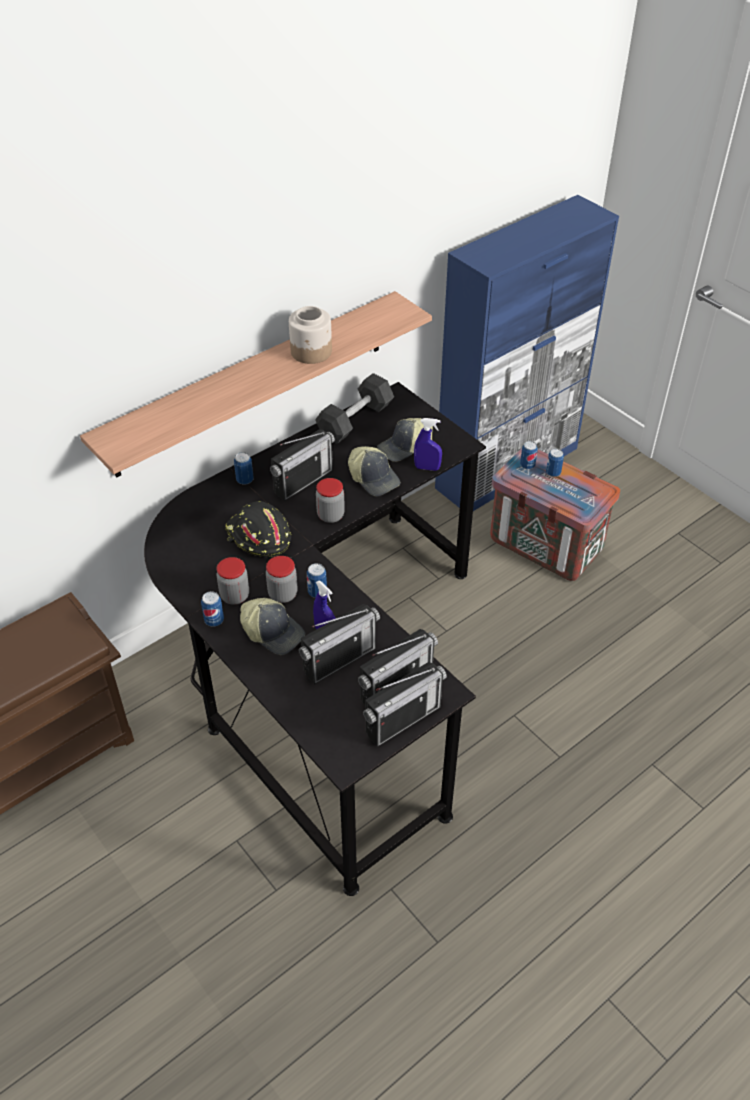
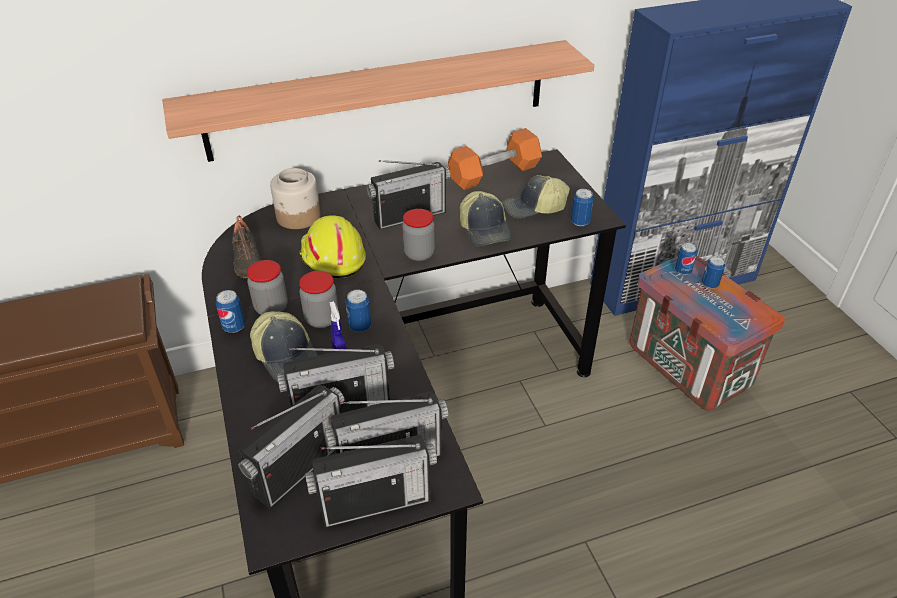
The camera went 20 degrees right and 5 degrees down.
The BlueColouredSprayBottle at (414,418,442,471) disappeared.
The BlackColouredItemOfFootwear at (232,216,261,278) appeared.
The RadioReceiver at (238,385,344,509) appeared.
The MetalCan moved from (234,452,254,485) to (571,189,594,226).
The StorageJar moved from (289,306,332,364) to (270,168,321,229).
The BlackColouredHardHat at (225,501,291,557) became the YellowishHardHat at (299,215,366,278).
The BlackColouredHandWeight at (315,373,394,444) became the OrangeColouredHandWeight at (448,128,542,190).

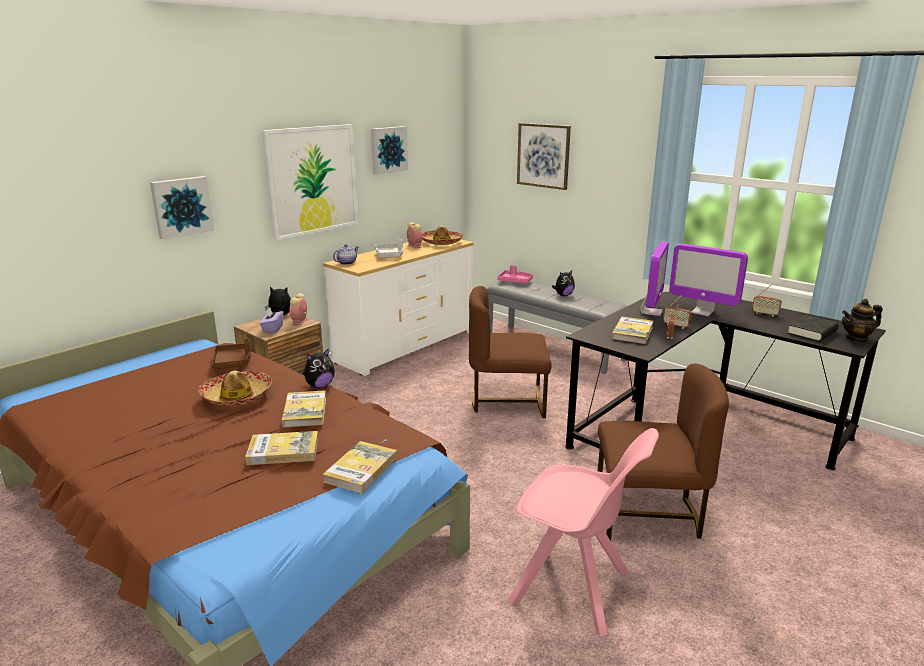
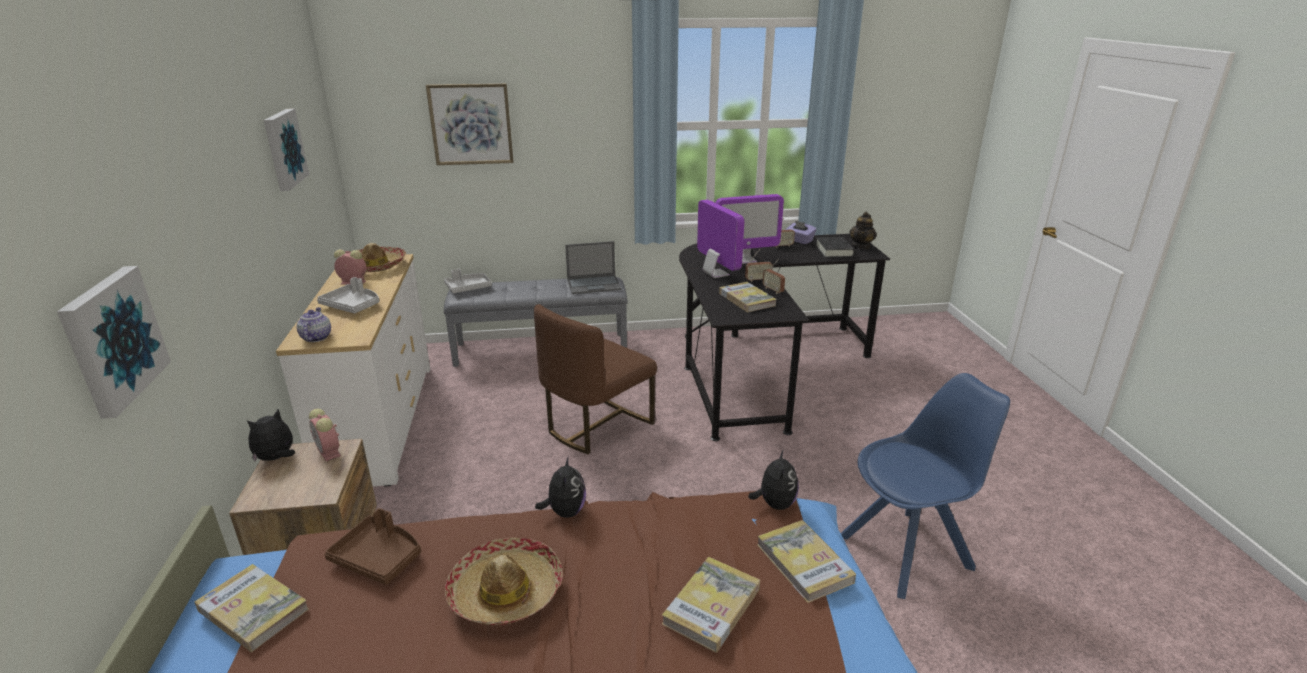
The camera went 50 degrees left and 5 degrees up.
The WallPicture at (262,124,358,241) disappeared.
The BrownishPlainChair at (598,364,729,541) disappeared.
The Laptop at (565,241,622,294) appeared.
The PurpleTissueHolder moved from (260,308,284,333) to (785,220,816,244).
The Book moved from (282,390,326,428) to (195,564,309,652).
The SoftToy moved from (552,270,575,296) to (748,449,799,510).
The PinkColouredServingTray at (497,265,533,283) became the GrayServingTray at (444,269,492,293).
The PinkColouredPlainChair at (508,428,659,636) became the BlueColouredPlainChair at (841,373,1010,599).

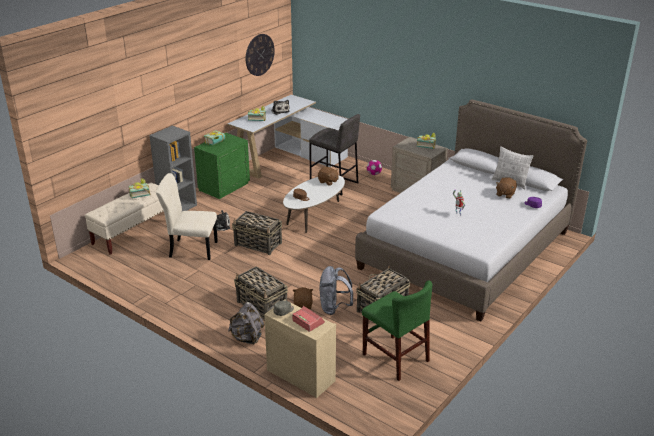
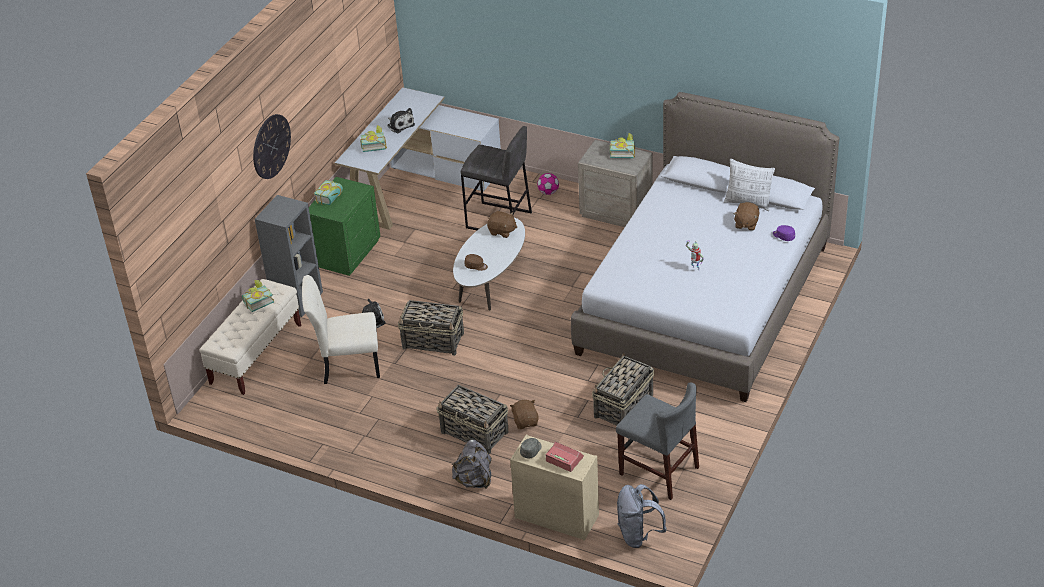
The camera went 10 degrees left and 10 degrees up.
The HangingClock moved from (246,34,275,76) to (253,114,291,179).
The GrayKnapsack moved from (320,266,353,315) to (617,484,667,548).
The GreenishPlainChair at (362,281,432,381) became the GrayPlainChair at (616,382,699,500).

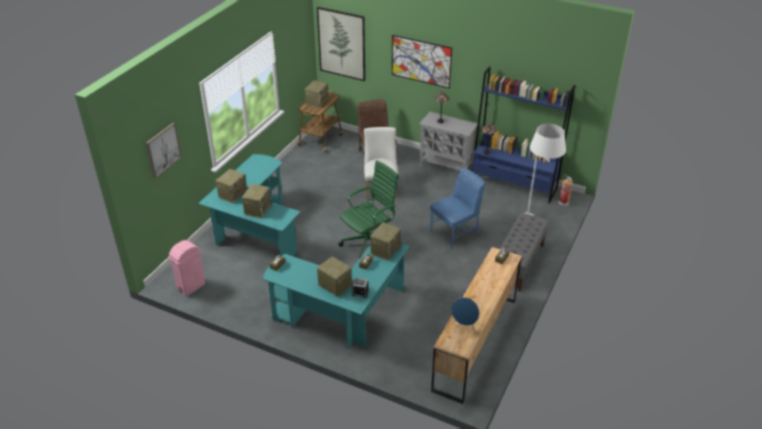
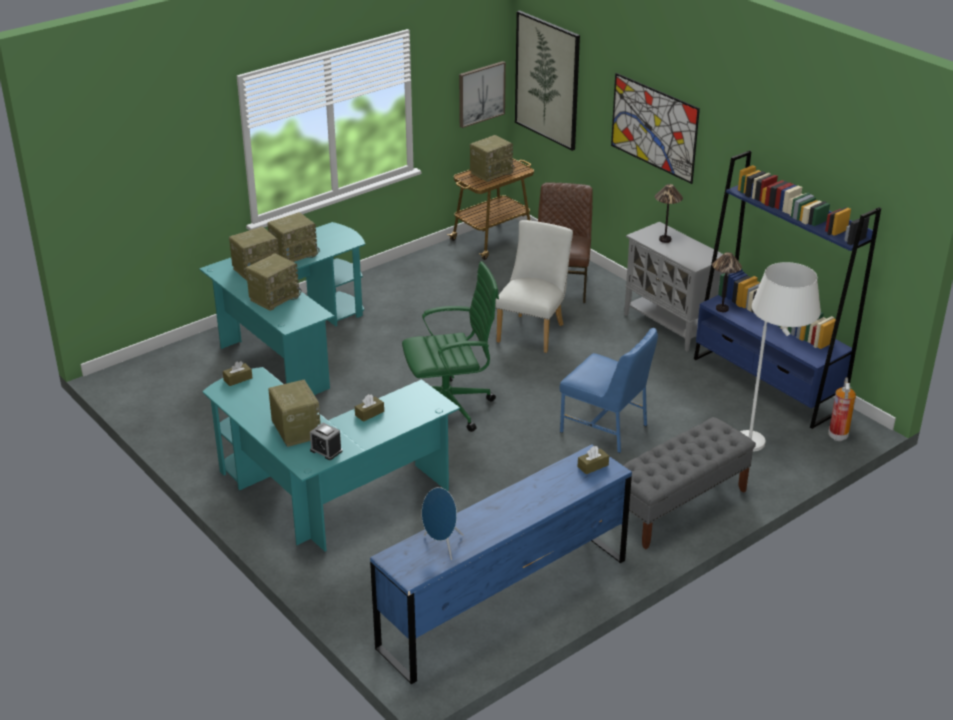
The camera went 25 degrees right and 5 degrees down.
The PinkColouredWasteBin at (168,240,206,296) disappeared.
The WallPicture moved from (146,123,182,178) to (459,61,506,128).
The RadioReceiver moved from (370,222,402,261) to (268,212,320,262).
The BrownishDrawerChest at (431,247,522,404) became the BlueColouredDrawerChest at (370,444,632,684).
The BlueColouredPlainChair at (430,168,485,248) turned 45 degrees clockwise.

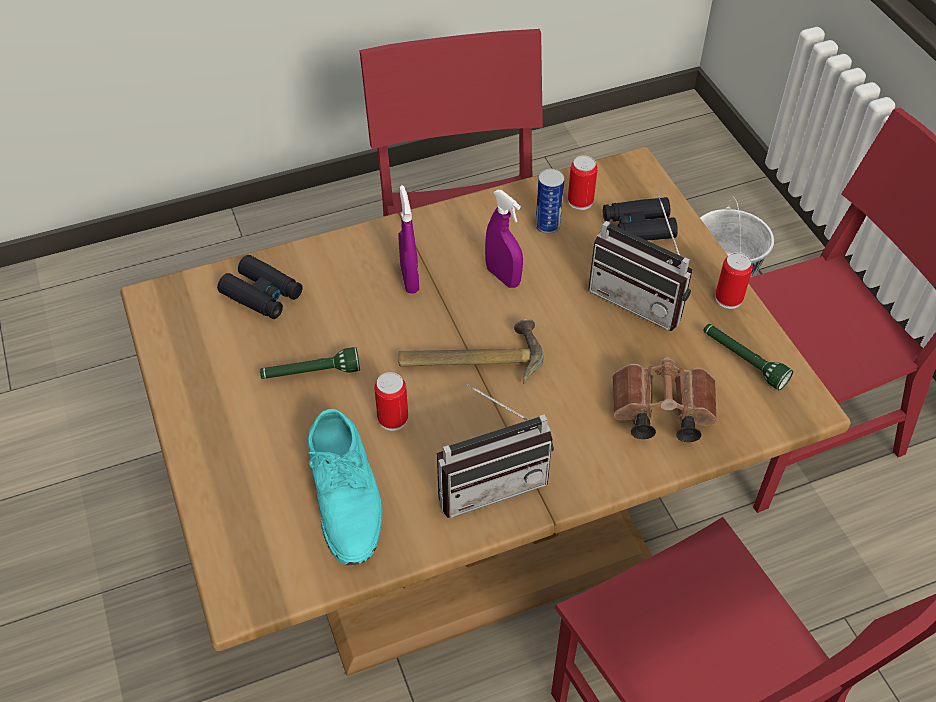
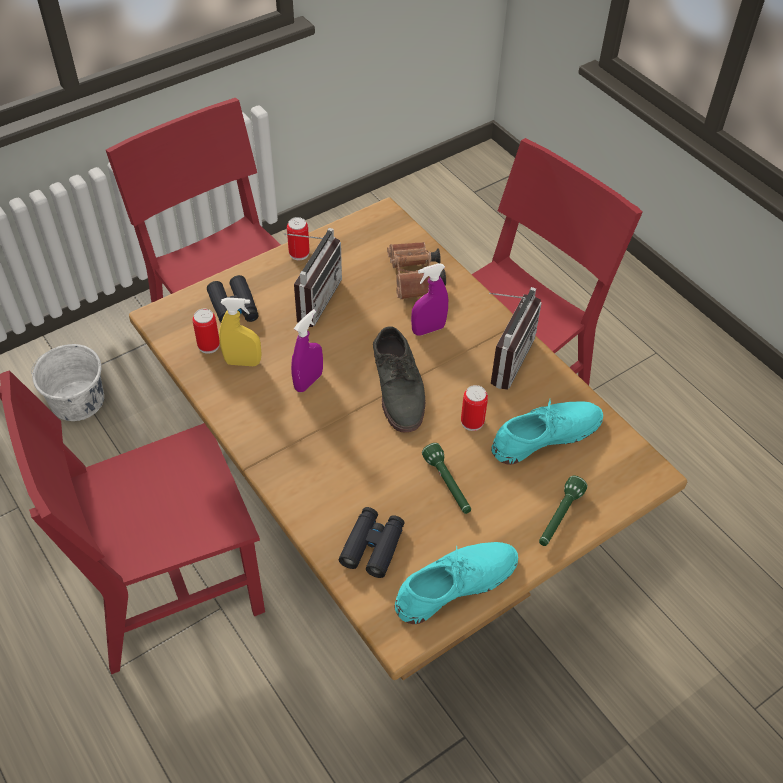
The camera went 105 degrees left and 0 degrees up.
The TurquoiseItemOfFootwear at (394,542,518,624) appeared.
The PurpleSprayBottle moved from (399,185,419,294) to (411,263,448,336).
The GreenishHandTorch moved from (703,324,793,390) to (539,476,587,546).
The HandHammer at (398,319,544,384) was replaced by the GrayItemOfFootwear at (373,326,425,432).
The MetalCan at (535,169,565,234) was replaced by the YellowishSprayBottle at (219,297,261,366).
The RadioReceiver at (437,384,554,518) turned 60 degrees clockwise.

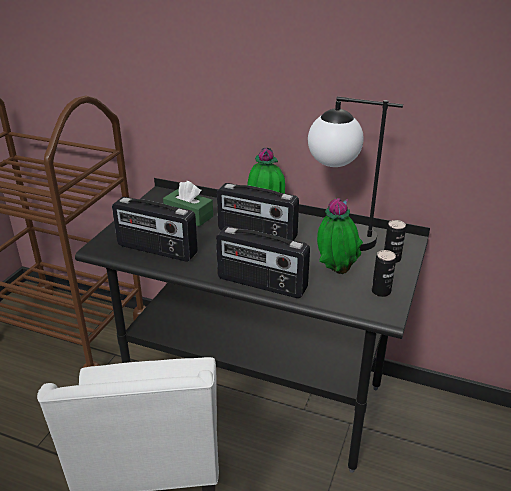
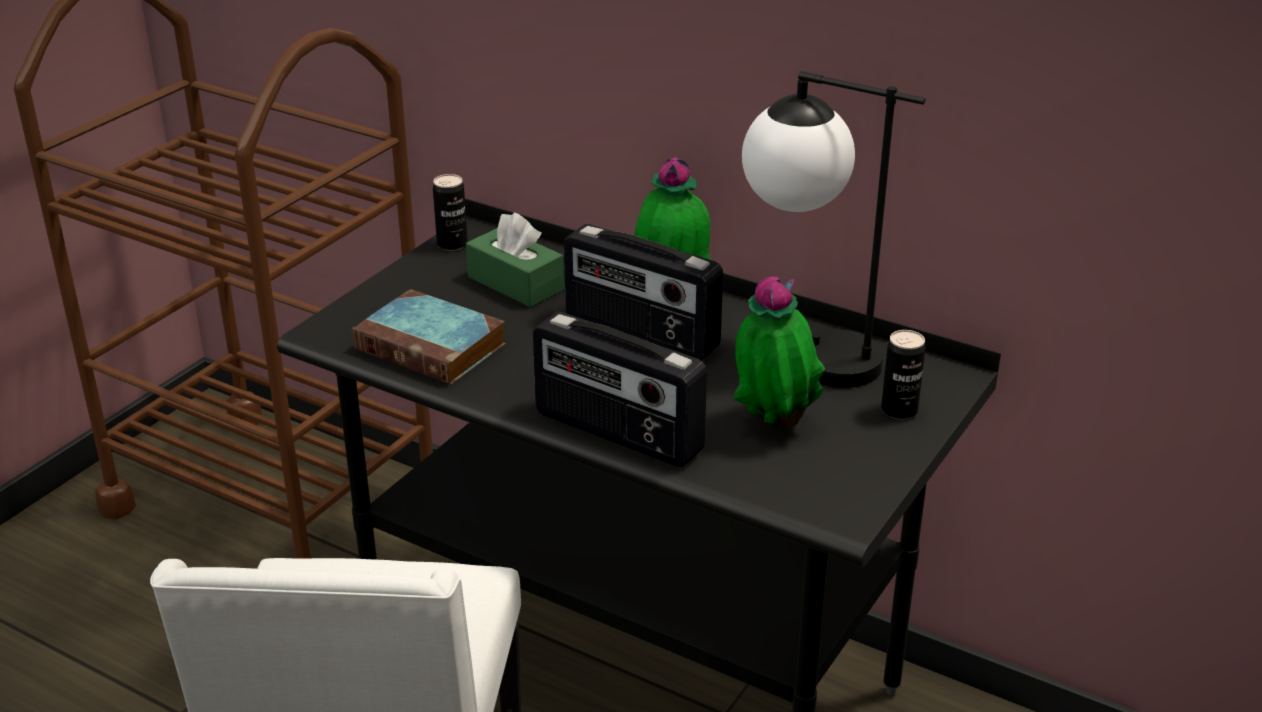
The camera went 10 degrees right and 0 degrees up.
The MetalCan moved from (372,250,396,297) to (433,174,468,251).
The RadioReceiver at (112,197,198,262) was replaced by the Book at (352,289,506,385).

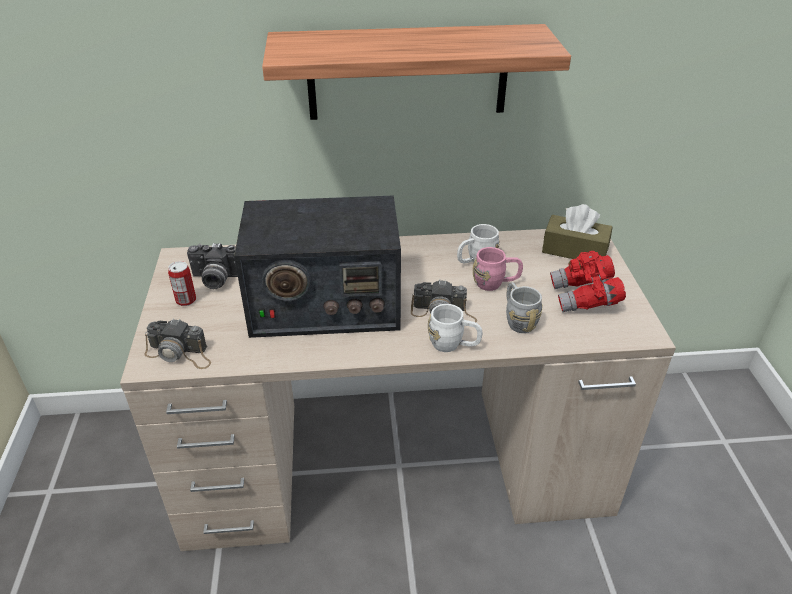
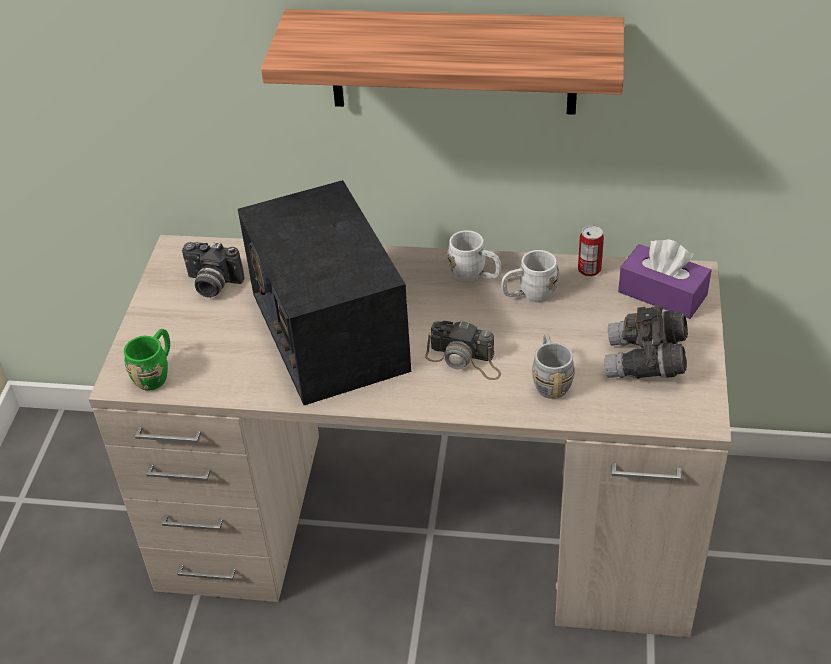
The camera went 15 degrees right and 5 degrees up.
The PinkColouredMug at (473,247,523,291) disappeared.
The MetalCan moved from (168,261,196,306) to (578,225,604,277).
The WhiteColouredMug moved from (428,304,482,352) to (447,230,501,282).
The PhotoCamera at (144,318,211,369) was replaced by the GreenishMug at (124,329,170,391).
The BrownishTissueHolder at (542,204,613,259) became the PurpleTissueHolder at (618,239,712,319).
The RedColouredPairOfBinoculars at (550,251,626,312) became the GrayPairOfBinoculars at (605,305,688,379).
The RadioReceiver at (234,195,401,338) turned 60 degrees clockwise.

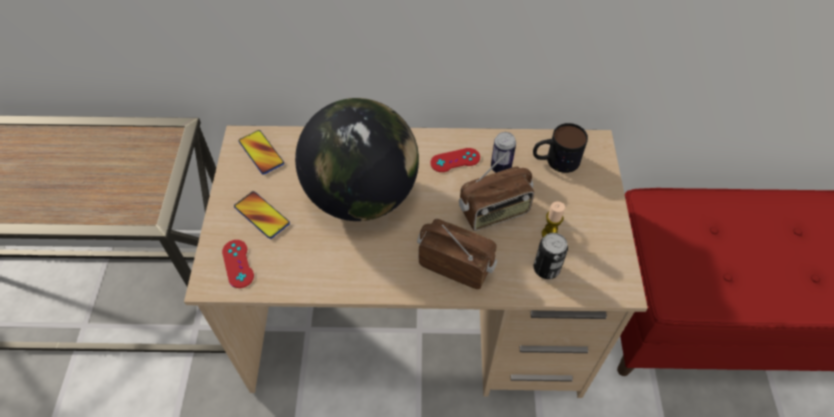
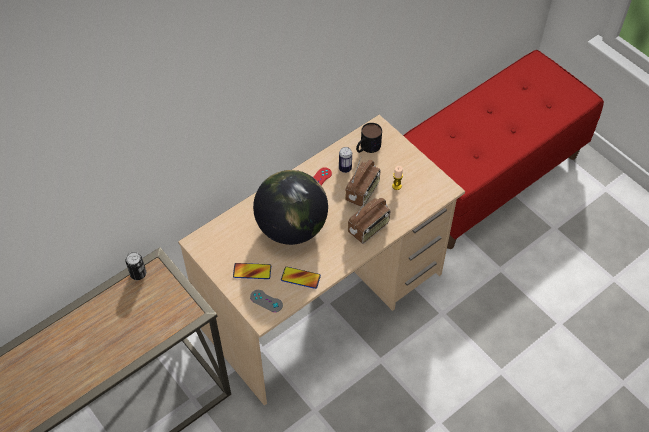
The camera went 40 degrees left and 0 degrees up.
The Telephone moved from (239,130,284,175) to (281,267,321,289).
The MetalCan moved from (534,233,568,279) to (125,252,146,280).
The RedColouredJoypad at (222,240,254,288) became the GrayJoypad at (250,290,283,312).
The RadioReceiver at (417,219,497,289) turned 150 degrees clockwise.

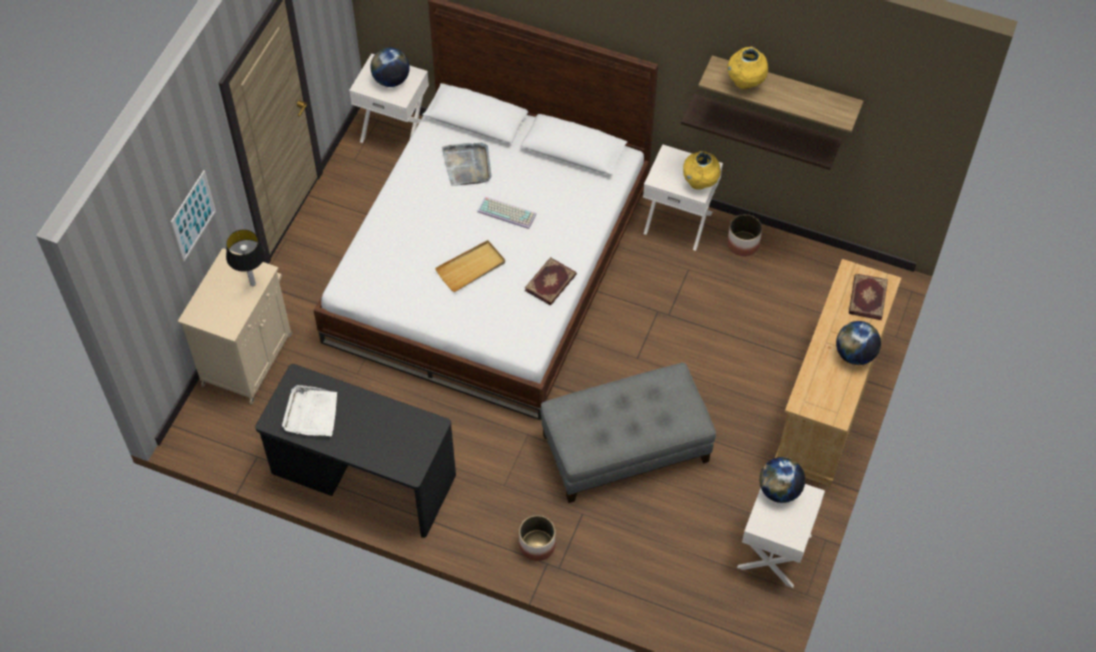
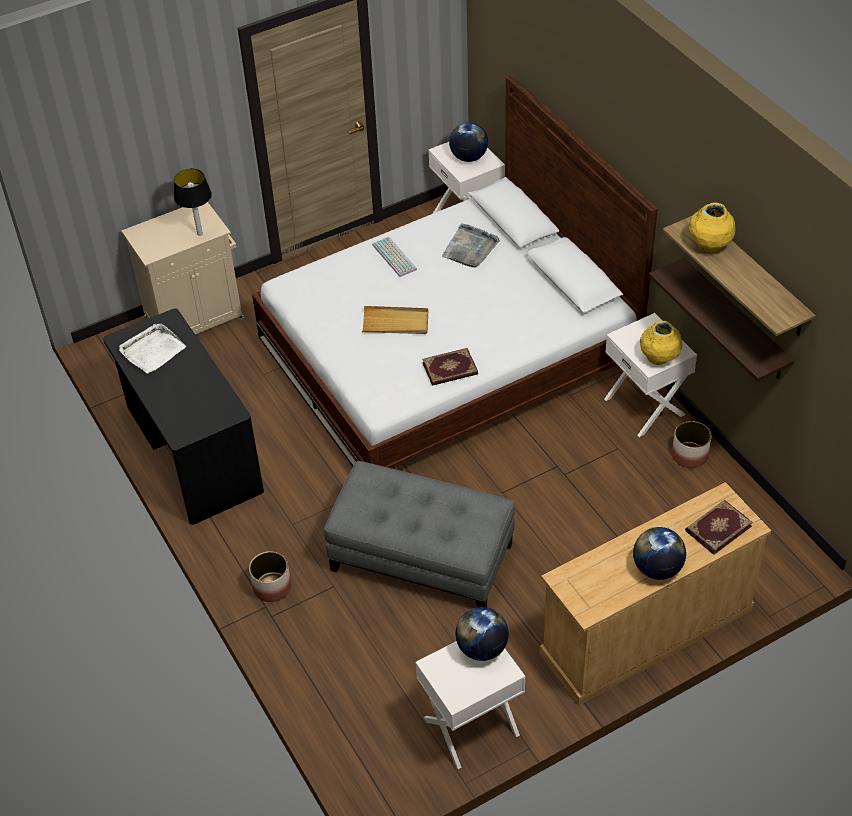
The camera went 40 degrees right and 10 degrees down.
The WallPicture at (171,170,216,262) disappeared.
The Keyboard moved from (477,197,536,229) to (372,237,417,277).

